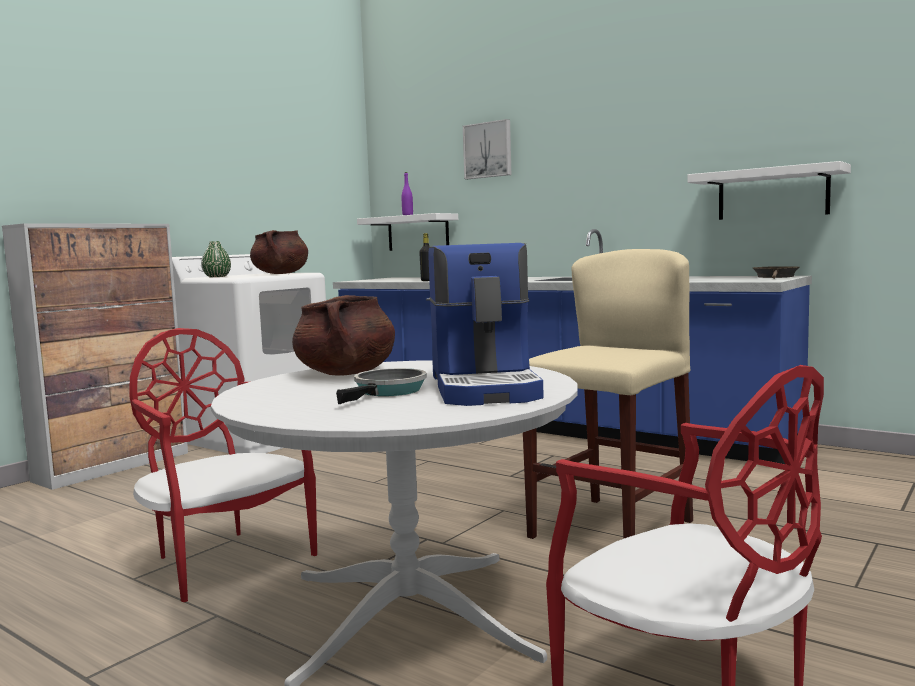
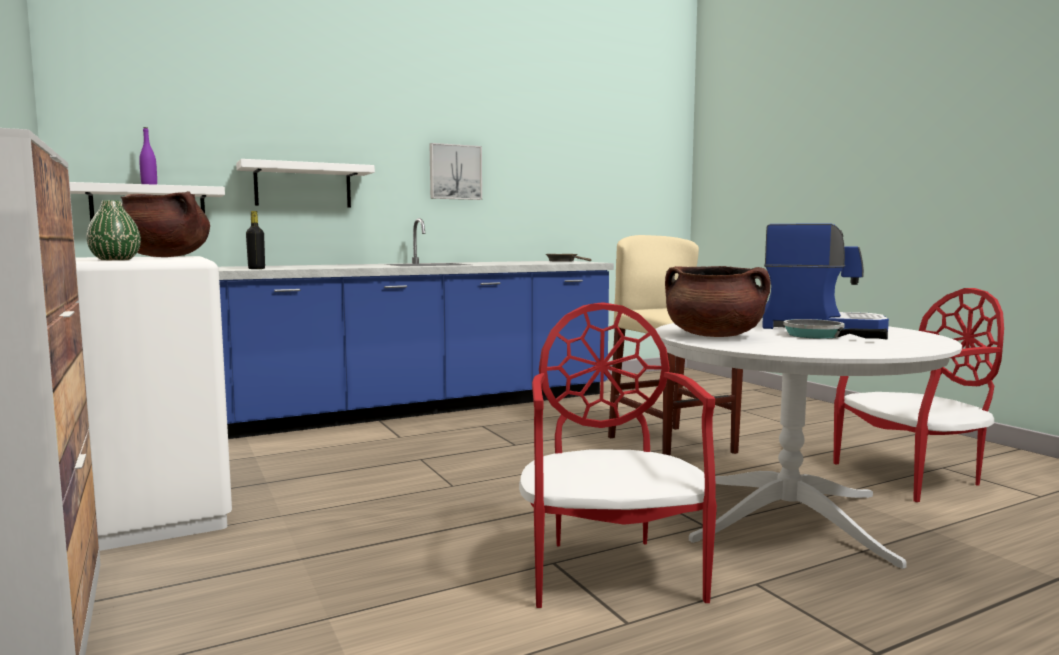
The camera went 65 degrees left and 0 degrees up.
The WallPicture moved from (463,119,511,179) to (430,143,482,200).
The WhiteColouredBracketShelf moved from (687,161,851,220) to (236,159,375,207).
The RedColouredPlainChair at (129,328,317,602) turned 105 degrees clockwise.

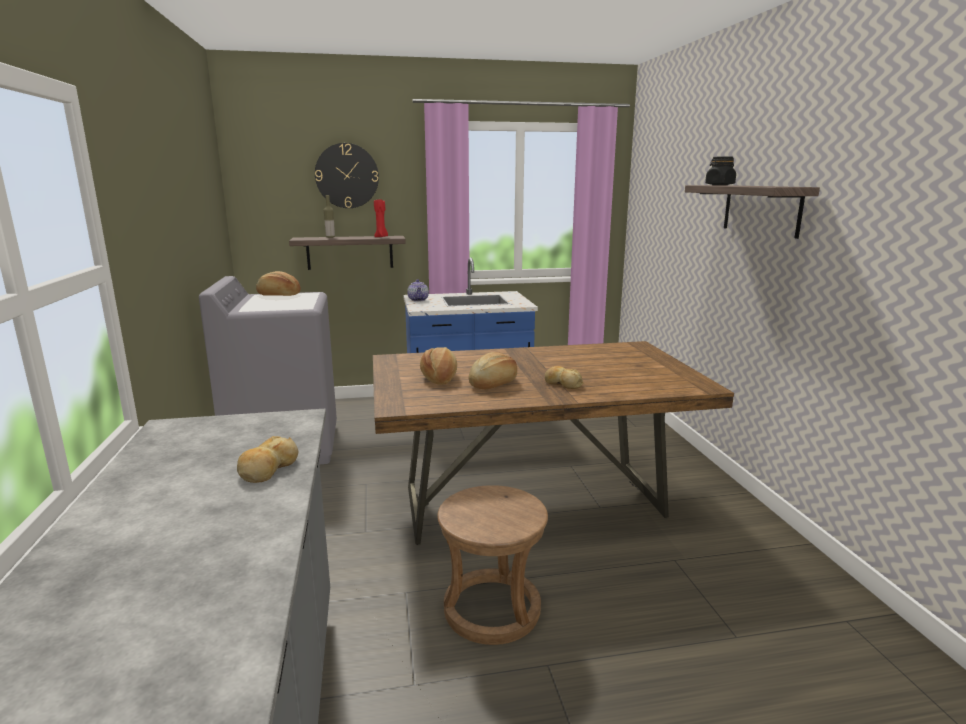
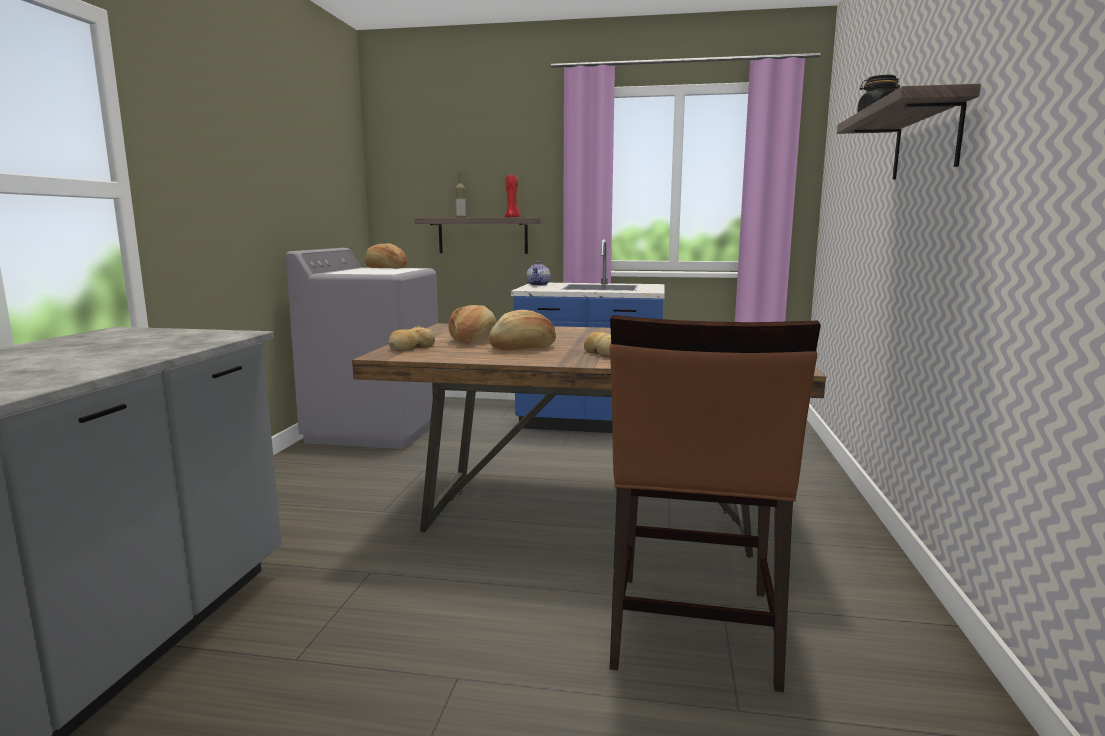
The camera went 20 degrees right and 5 degrees down.
The HangingClock at (315,143,379,208) disappeared.
The BrownishSittingStool at (437,485,548,645) disappeared.
The BrownishPlainChair at (609,315,821,692) appeared.
The BakeryBread moved from (237,436,298,483) to (388,326,435,351).

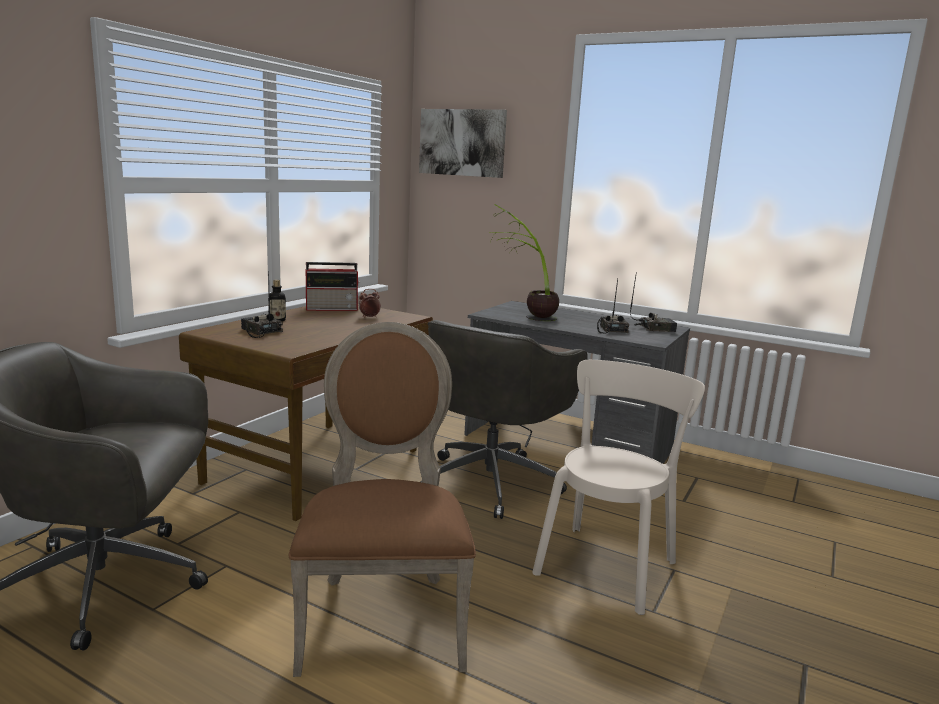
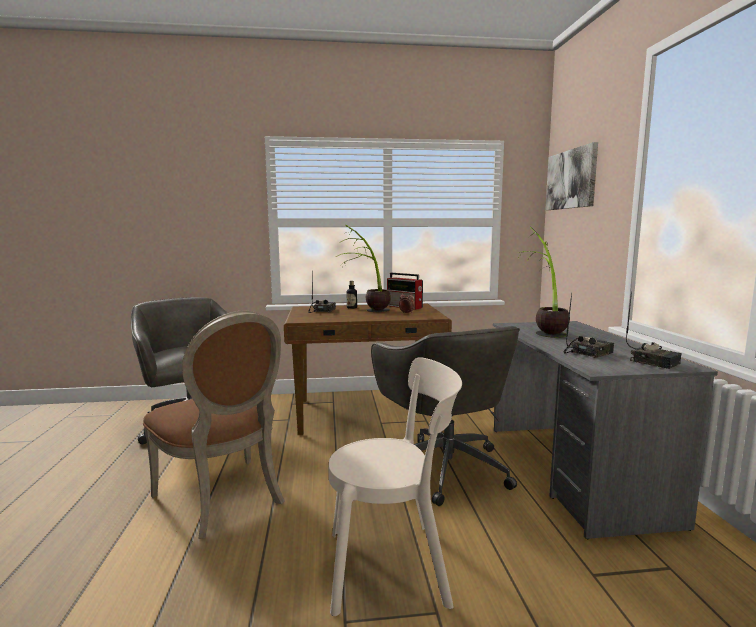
The camera went 55 degrees right and 5 degrees down.
The PottedPlant at (336,224,391,312) appeared.
The BrownishPlainChair at (289,322,476,677) turned 90 degrees clockwise.
The GrayOfficeChair at (421,320,588,519) turned 105 degrees counterclockwise.

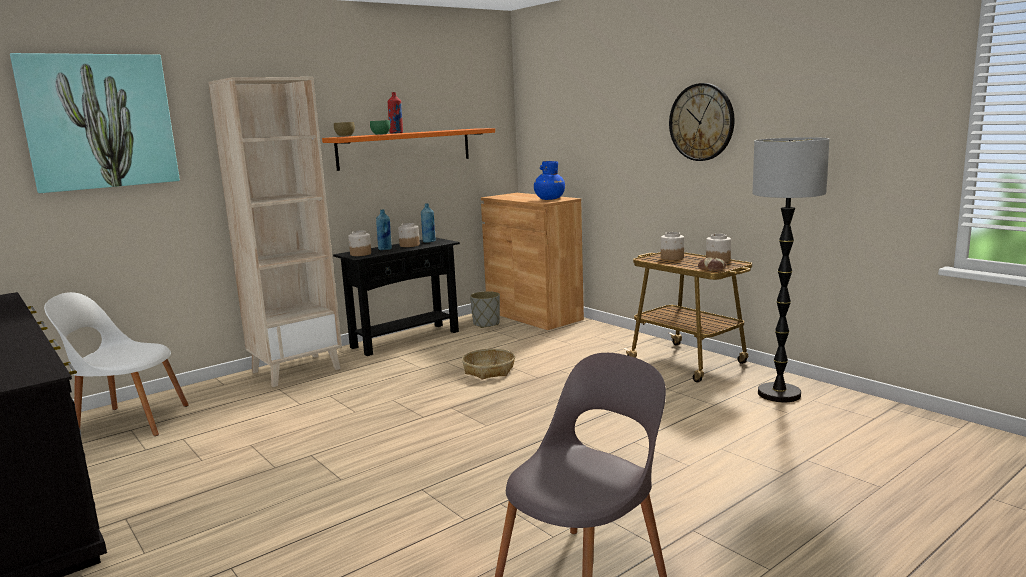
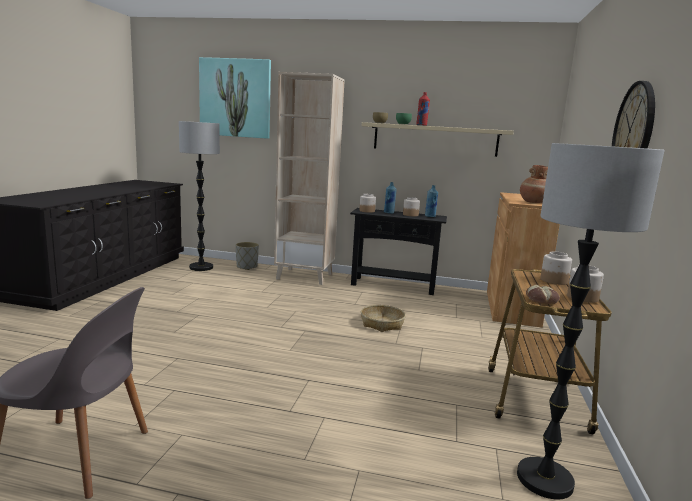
The camera went 50 degrees right and 0 degrees up.
The GrayPlanter moved from (470,291,500,328) to (236,242,259,270).
The WhiteColouredPlainChair at (44,292,189,436) was replaced by the StandardLamp at (179,121,220,271).
The OrangeColouredBracketShelf at (322,128,495,171) became the BeigeColouredBracketShelf at (362,122,514,157).
The BlueColouredDecorativeVase at (534,161,565,200) became the BrownishDecorativeVase at (520,165,548,203).

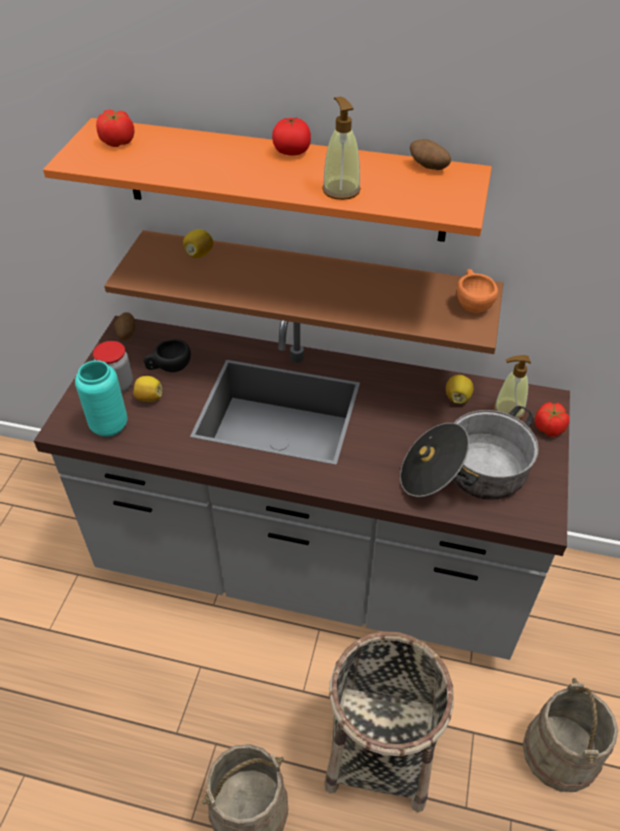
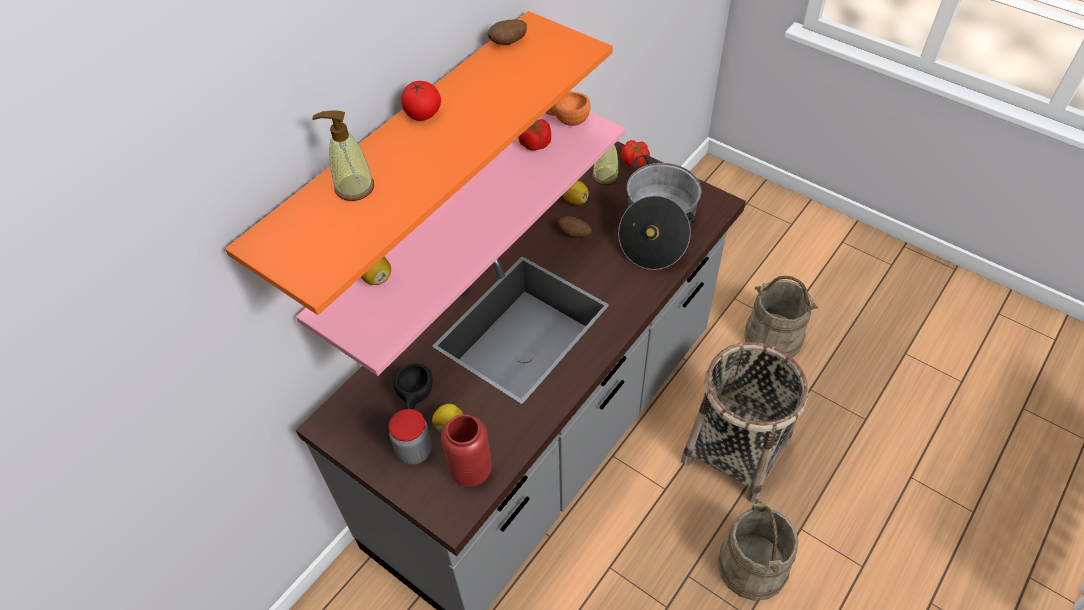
The camera went 65 degrees left and 5 degrees up.
The WholeTomato moved from (96,109,134,147) to (518,119,551,151).
The Spud moved from (115,312,136,341) to (558,216,592,238).
The SoapBottle moved from (322,97,361,200) to (312,110,374,201).
The TurquoiseDecorativeVase at (75,360,128,437) became the RedColouredDecorativeVase at (441,414,492,487).
The BrownishBracketShelf at (104,230,503,354) became the PinkColouredBracketShelf at (296,112,625,376).

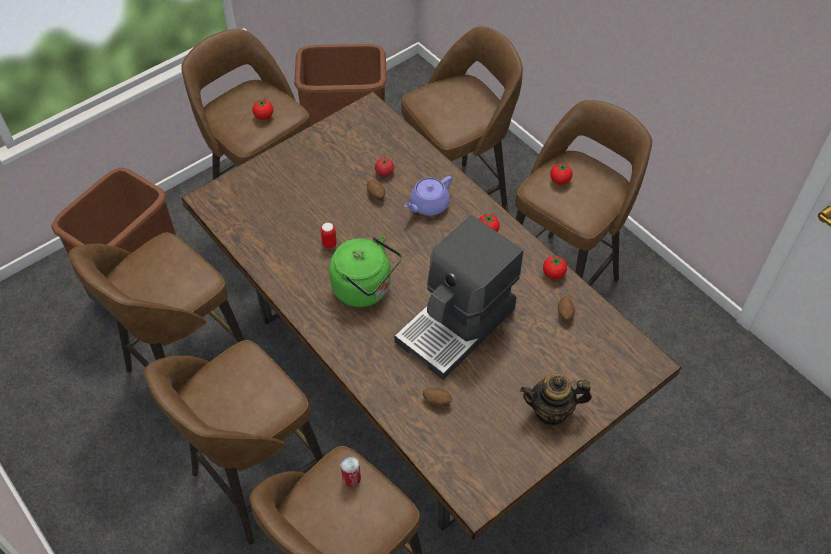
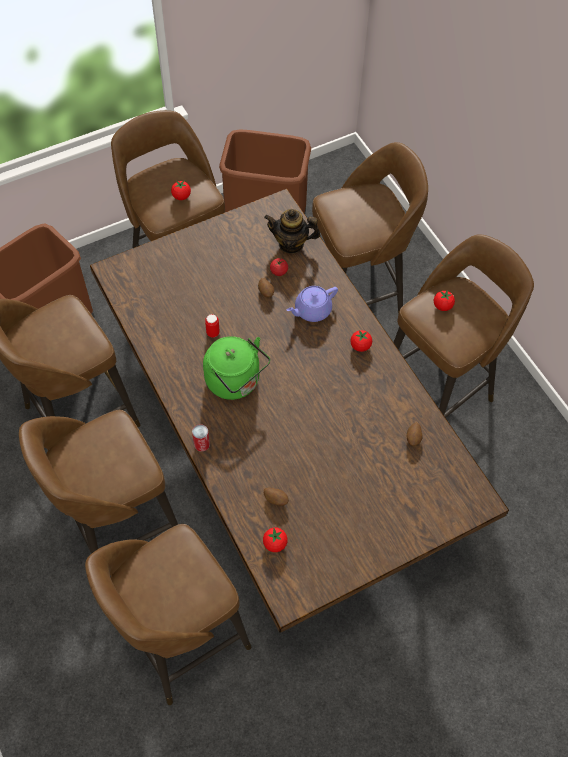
The camera went 10 degrees right and 5 degrees up.
The CoffeeMaker at (394,215,523,380) disappeared.
The MetalCan moved from (340,455,361,487) to (192,424,210,452).
The Teapot moved from (520,374,592,426) to (264,209,320,254).
The WholeTomato moved from (543,255,567,279) to (263,528,288,552).

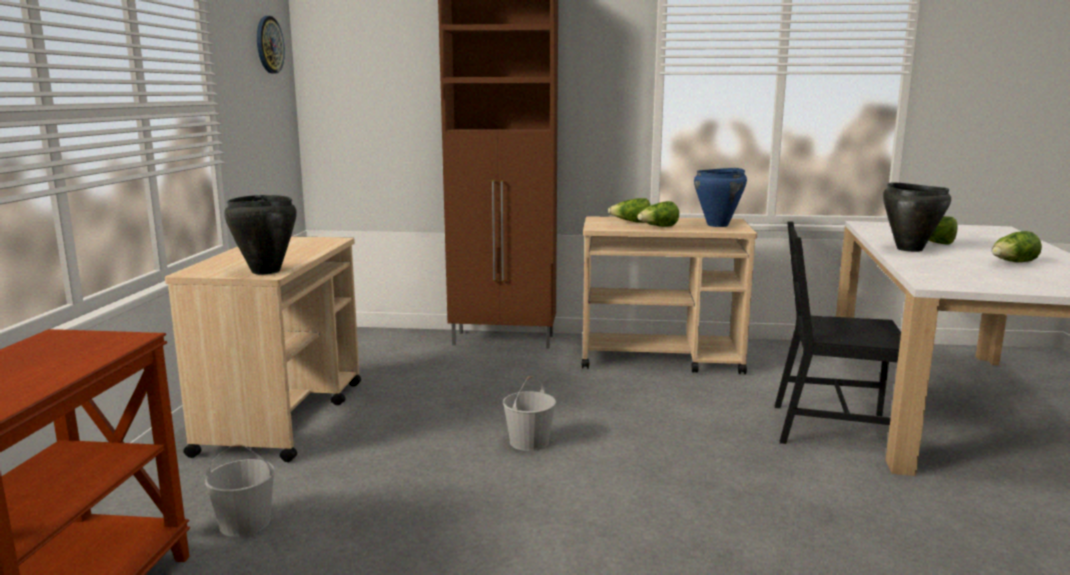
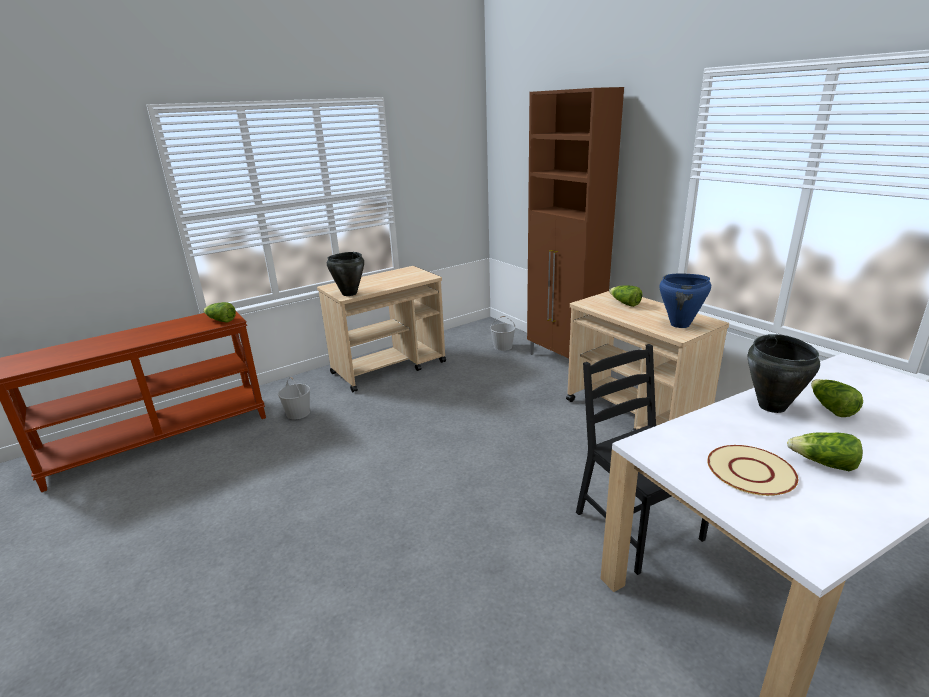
The camera went 50 degrees right and 10 degrees up.
The HangingClock at (257,16,285,73) disappeared.
The BeigeColouredFlatDish at (707,445,798,496) appeared.
The WhiteColouredWaterBucket moved from (503,376,556,451) to (490,316,515,351).
The HeadOfLettuce moved from (637,201,679,227) to (203,302,236,322).

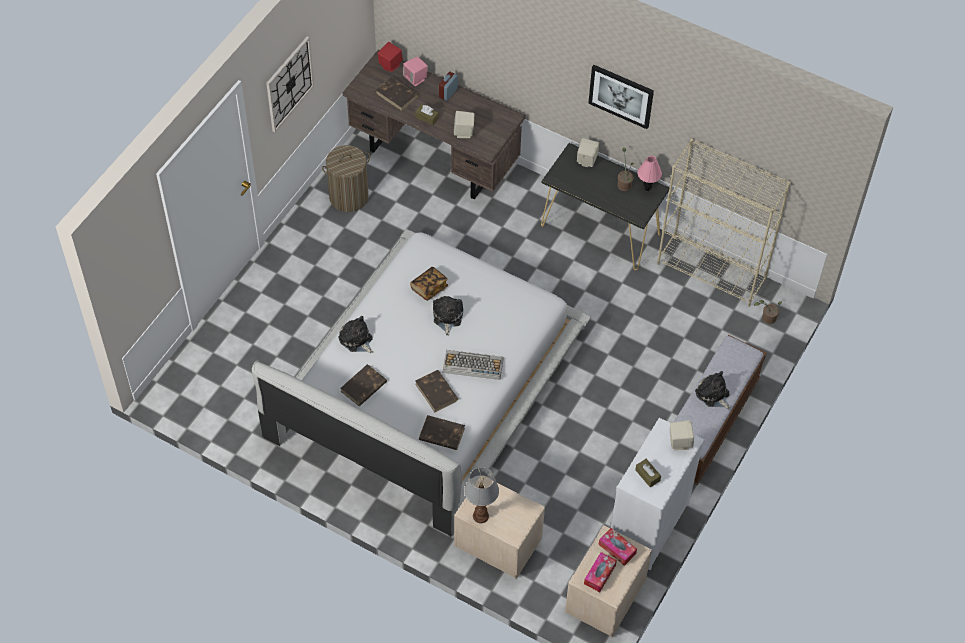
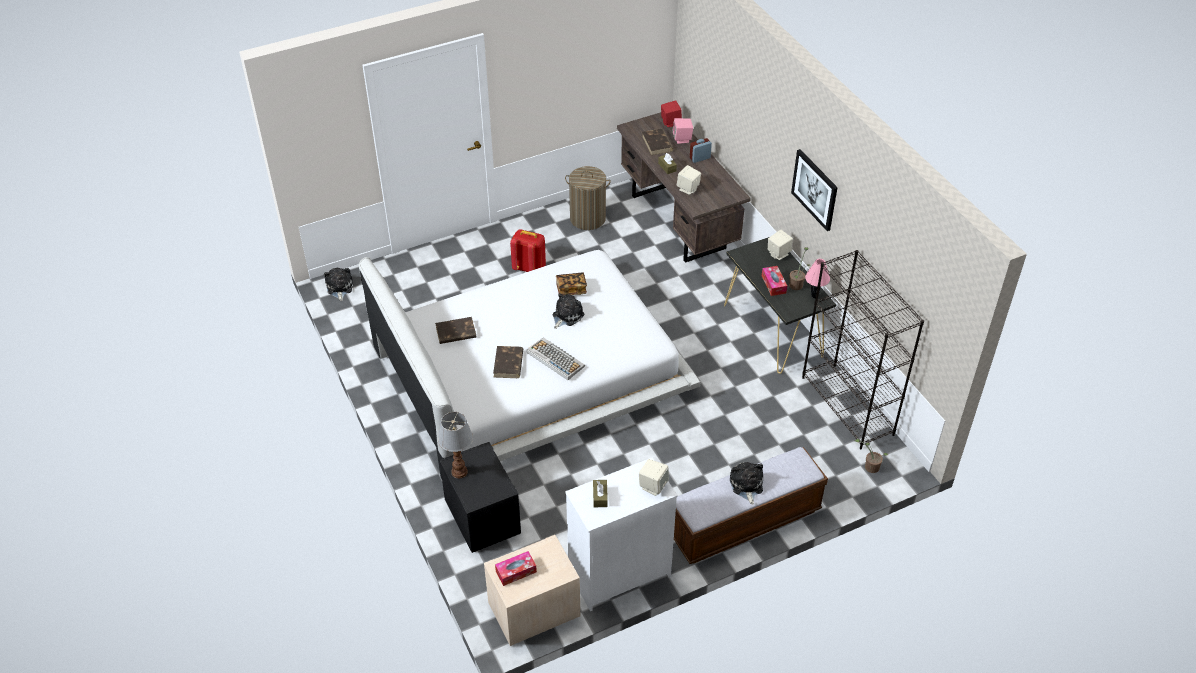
The camera went 35 degrees right and 10 degrees down.
The HangingClock at (266,36,314,132) disappeared.
The BrownishBook at (419,415,465,450) disappeared.
The RedColouredKnapsack at (510,229,546,272) appeared.
The SoftToy moved from (339,316,373,353) to (324,268,353,301).
The TissueHolder moved from (598,528,637,566) to (762,266,787,296).
The BeigeColouredNightTable at (454,475,545,579) became the BlackColouredNightTable at (439,442,521,553).
The BeigeColouredBookcase at (657,139,791,307) became the BlackColouredBookcase at (802,250,924,449).

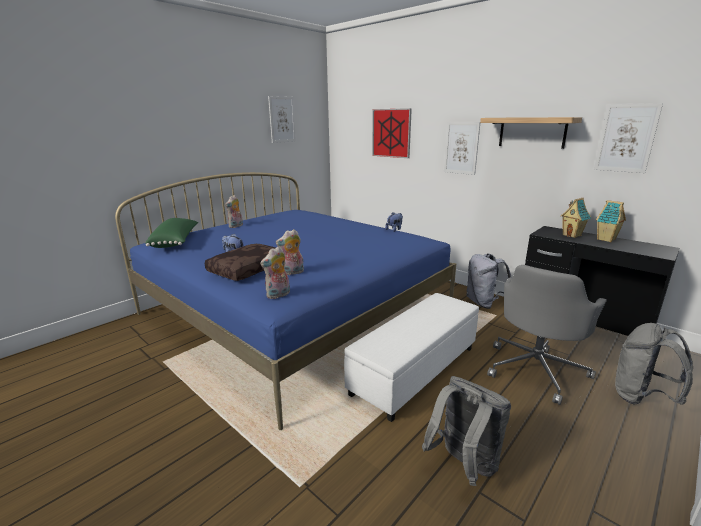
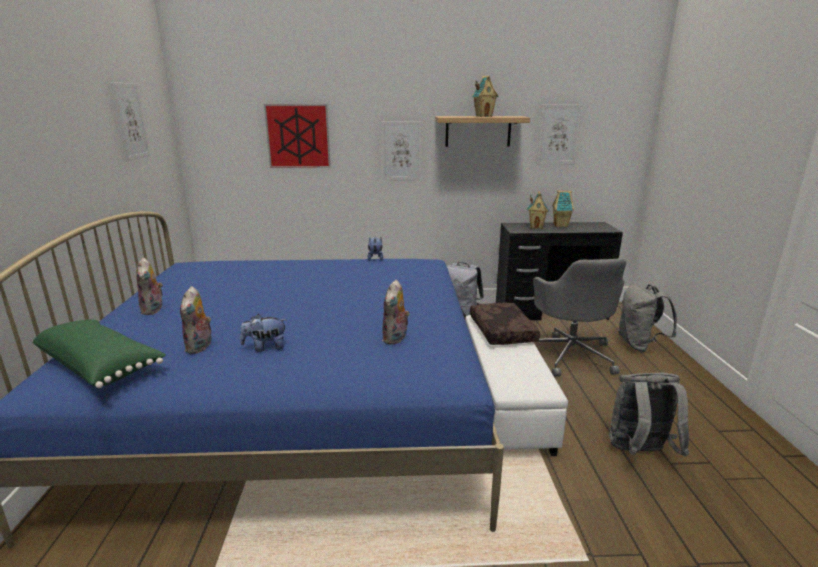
The camera went 45 degrees left and 0 degrees up.
The ModelHouse at (472,76,499,117) appeared.
The BrownishThrowPillow moved from (205,244,276,281) to (470,302,540,345).
The SoftToy moved from (260,246,290,299) to (180,286,211,354).

